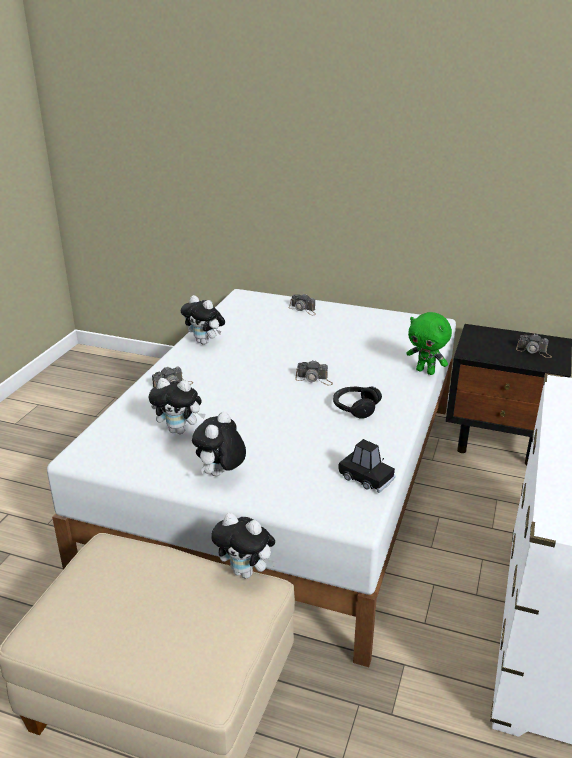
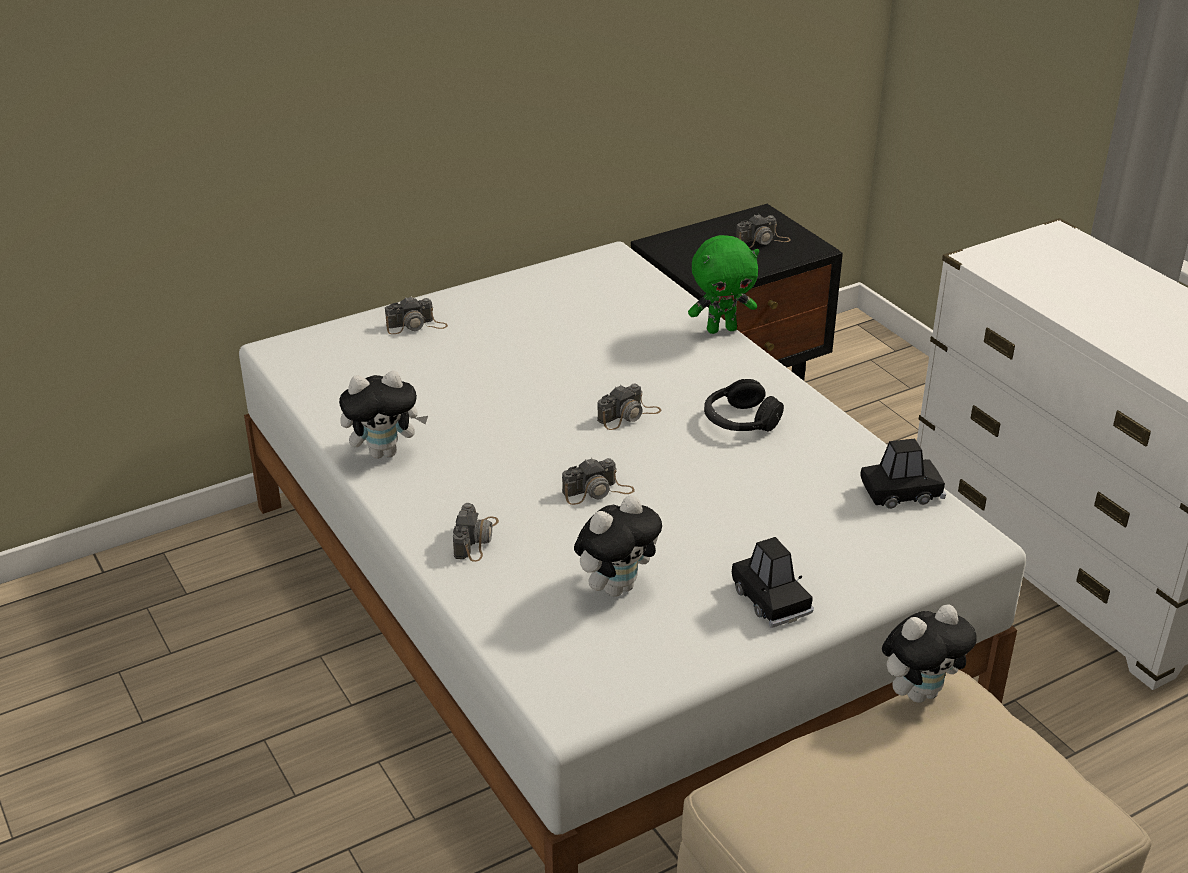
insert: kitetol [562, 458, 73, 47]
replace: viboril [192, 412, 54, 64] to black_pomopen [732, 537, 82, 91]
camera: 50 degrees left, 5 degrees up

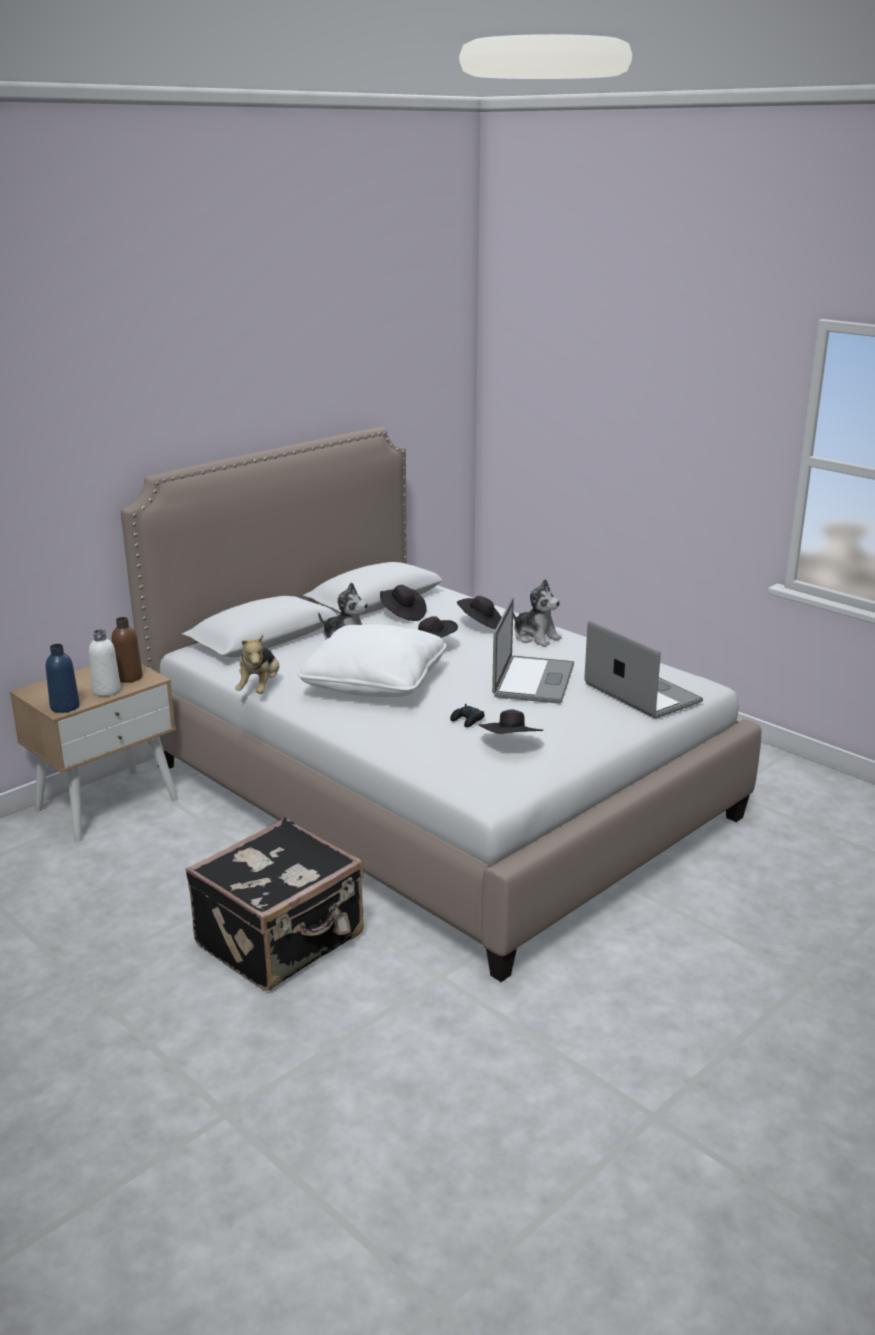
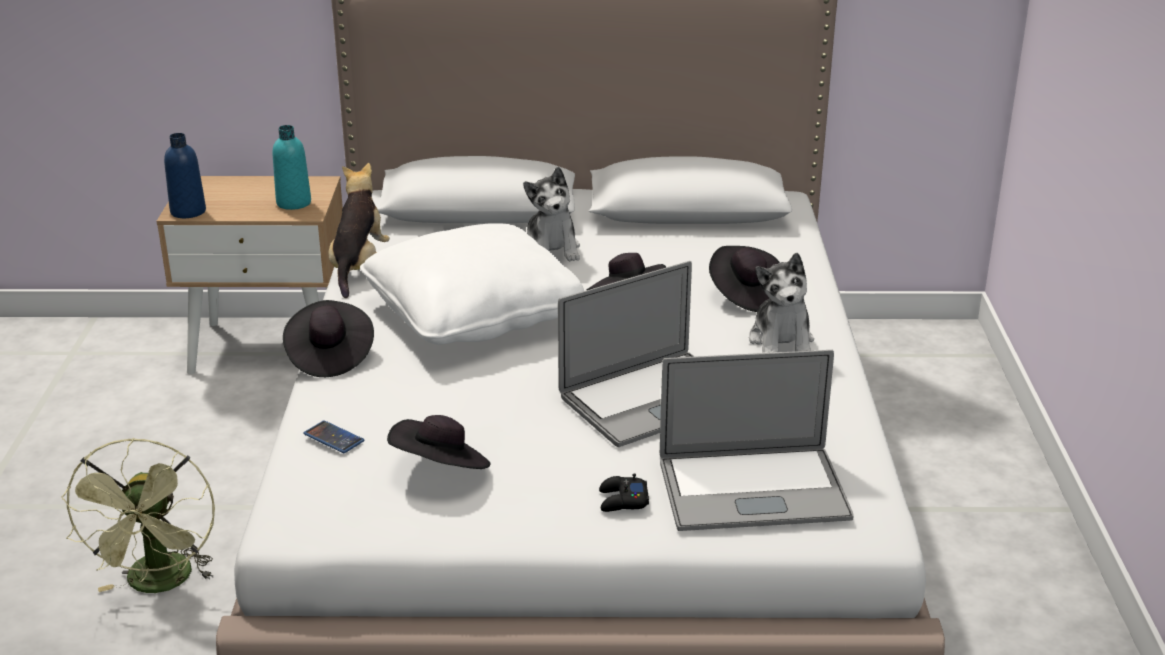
delete: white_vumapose [89, 629, 32, 67]
insert: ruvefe [304, 420, 60, 33]
move: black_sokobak [380, 585, 46, 36] to [283, 300, 91, 77]; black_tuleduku [450, 704, 35, 23] to [599, 473, 50, 39]
replace: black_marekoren [185, 818, 179, 173] to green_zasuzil [61, 438, 154, 155]
recolor: brown_vumapose [111, 617, 32, 66] to turquoise_vumapose [272, 125, 39, 85]
rotate: viboril [235, 635, 45, 59] = [329, 163, 61, 135] 135 degrees clockwise; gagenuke [584, 620, 119, 99] = [660, 350, 194, 181] 75 degrees clockwise
camera: 45 degrees right, 5 degrees up

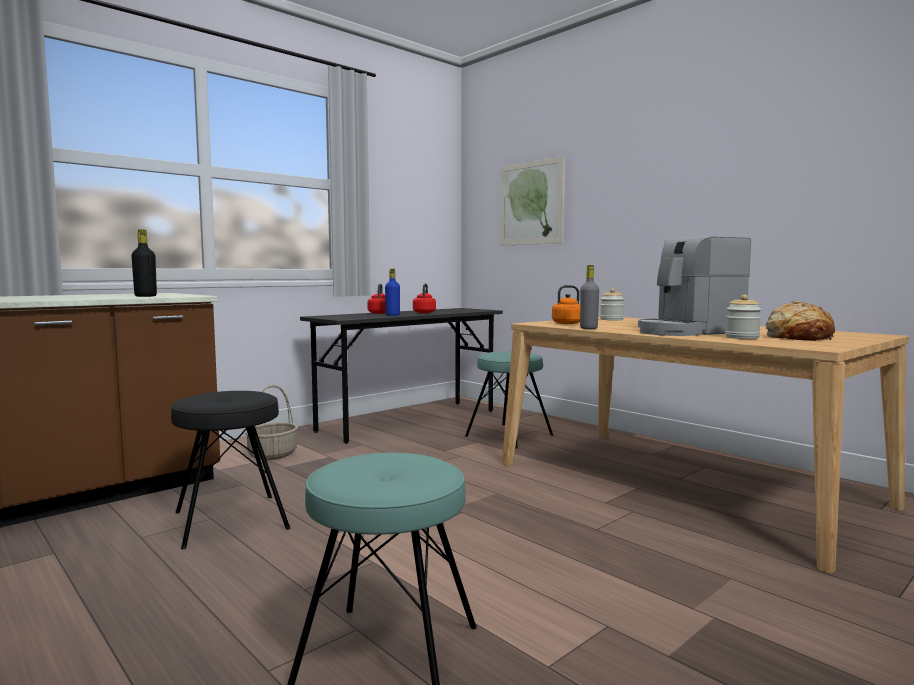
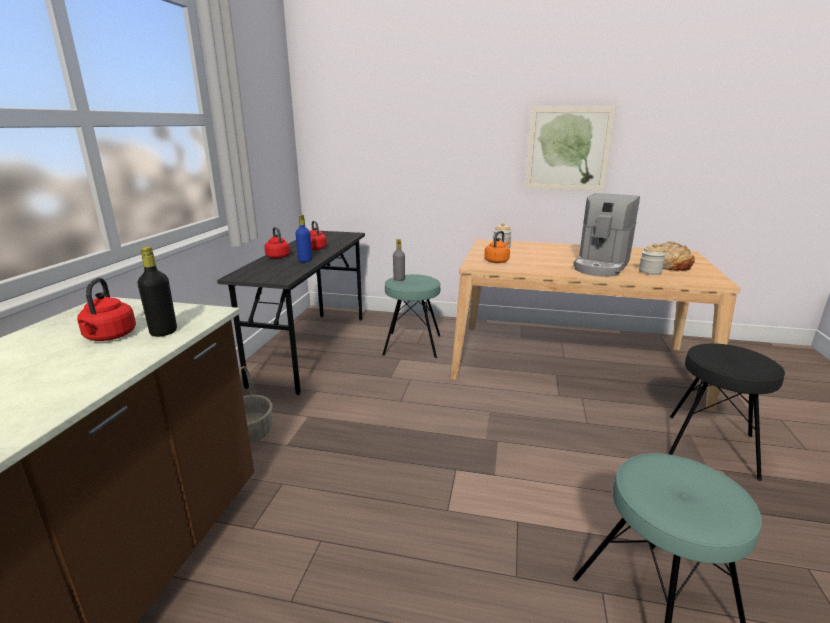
insert: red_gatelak [77, 278, 59, 63]
move: grey_vumapose [580, 265, 19, 64] to [393, 239, 12, 42]; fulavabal [500, 156, 65, 90] to [525, 106, 91, 85]; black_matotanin [171, 391, 119, 158] to [668, 343, 117, 138]
camera: 35 degrees left, 15 degrees up

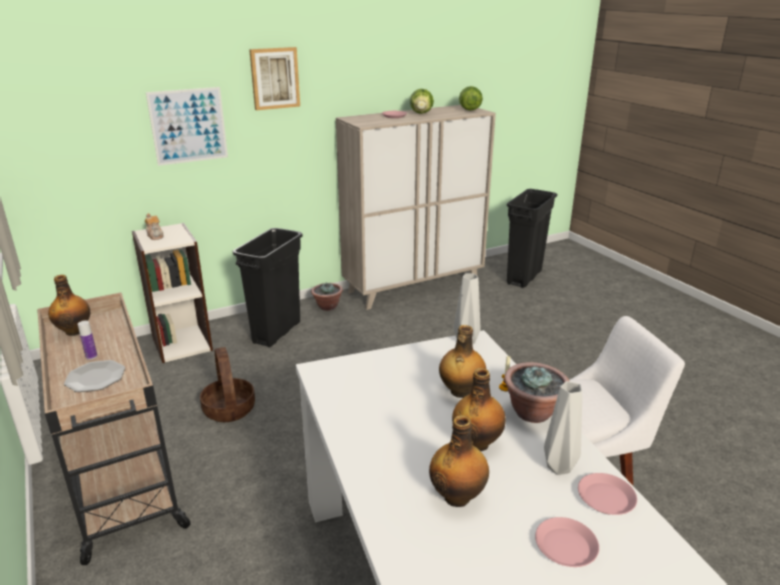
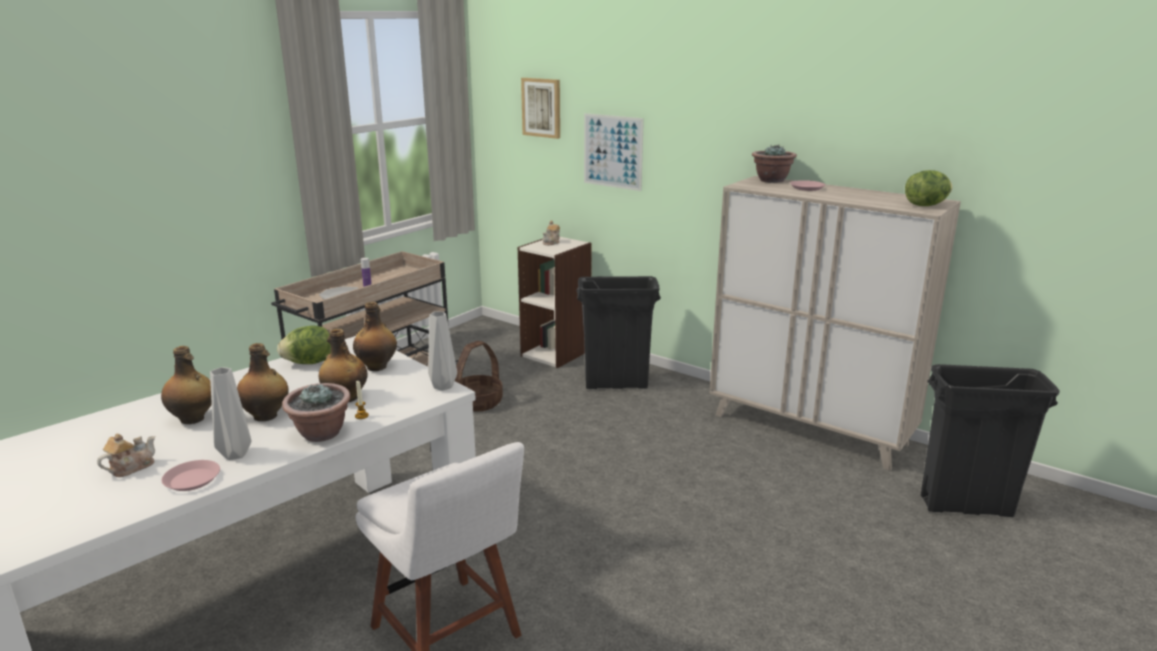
move: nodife [410, 89, 24, 25] to [277, 325, 54, 39]; vumapose [48, 275, 42, 61] to [353, 302, 44, 69]; fulavabal [249, 47, 51, 63] to [521, 78, 39, 61]; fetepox [311, 282, 32, 29] to [752, 144, 45, 39]
replace: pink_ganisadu [535, 517, 64, 50] to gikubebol [97, 434, 58, 43]
camera: 65 degrees right, 5 degrees down

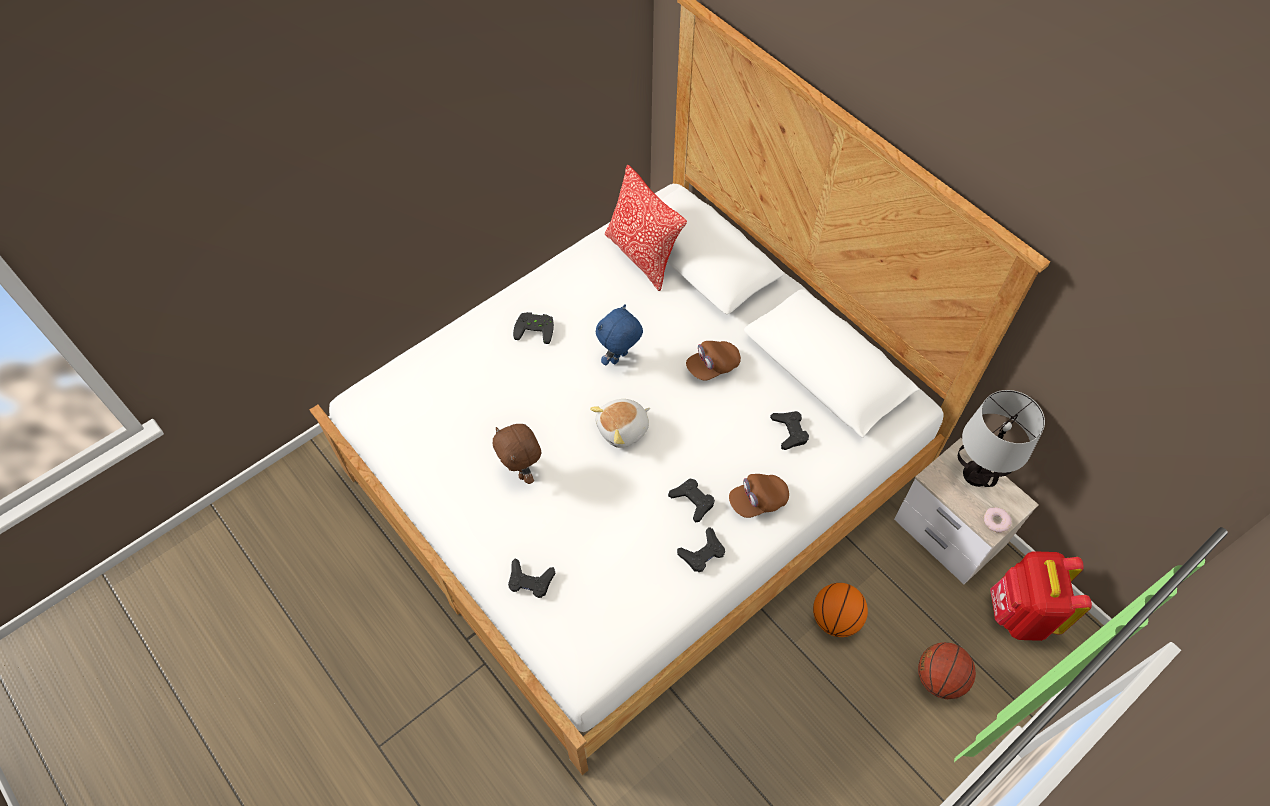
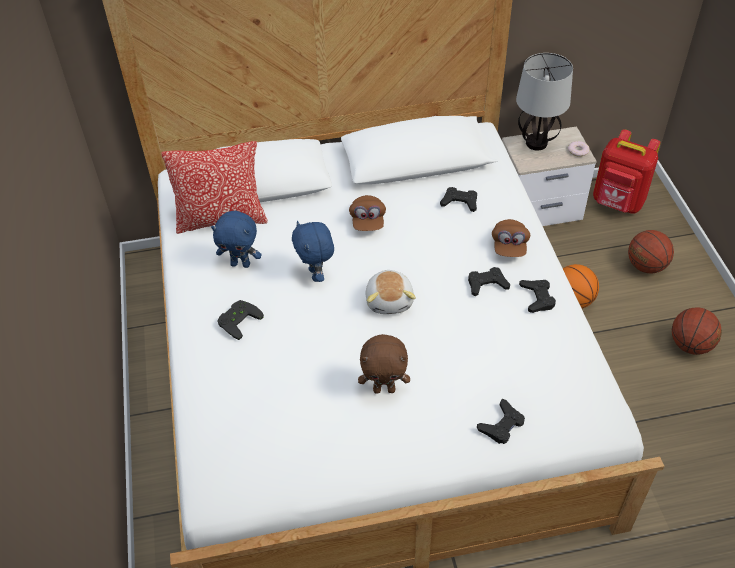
insert: blue_viboril [211, 211, 51, 57]; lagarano [672, 307, 50, 48]
camera: 60 degrees left, 10 degrees down

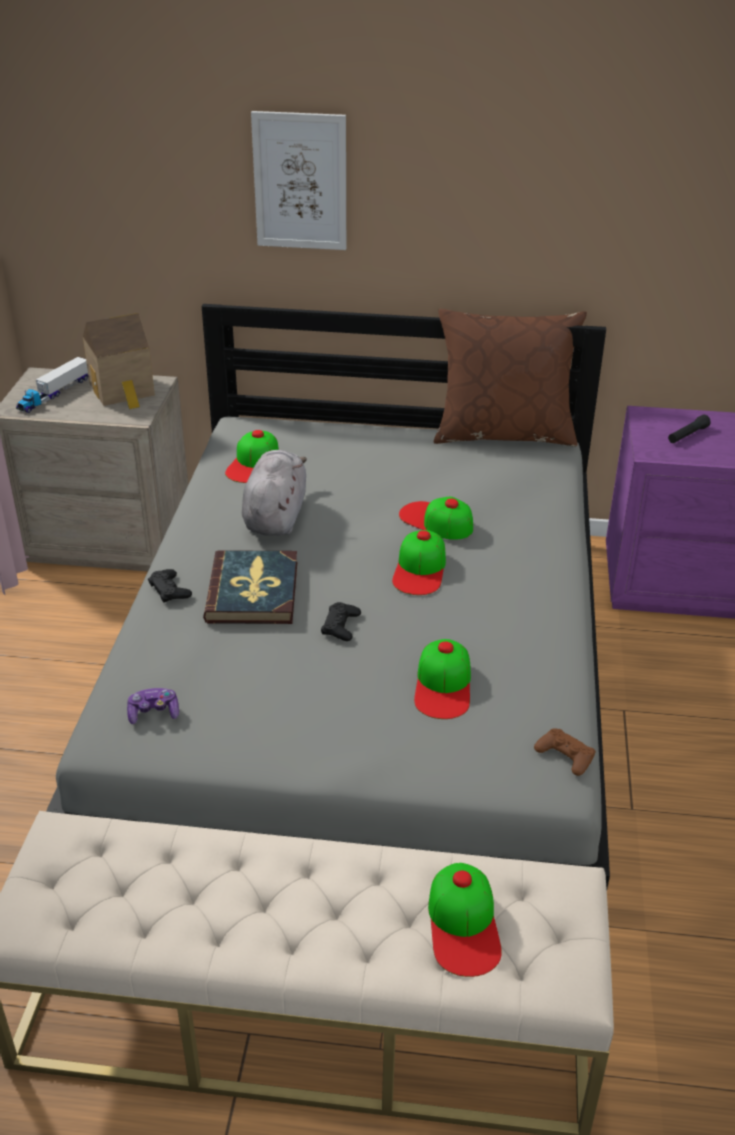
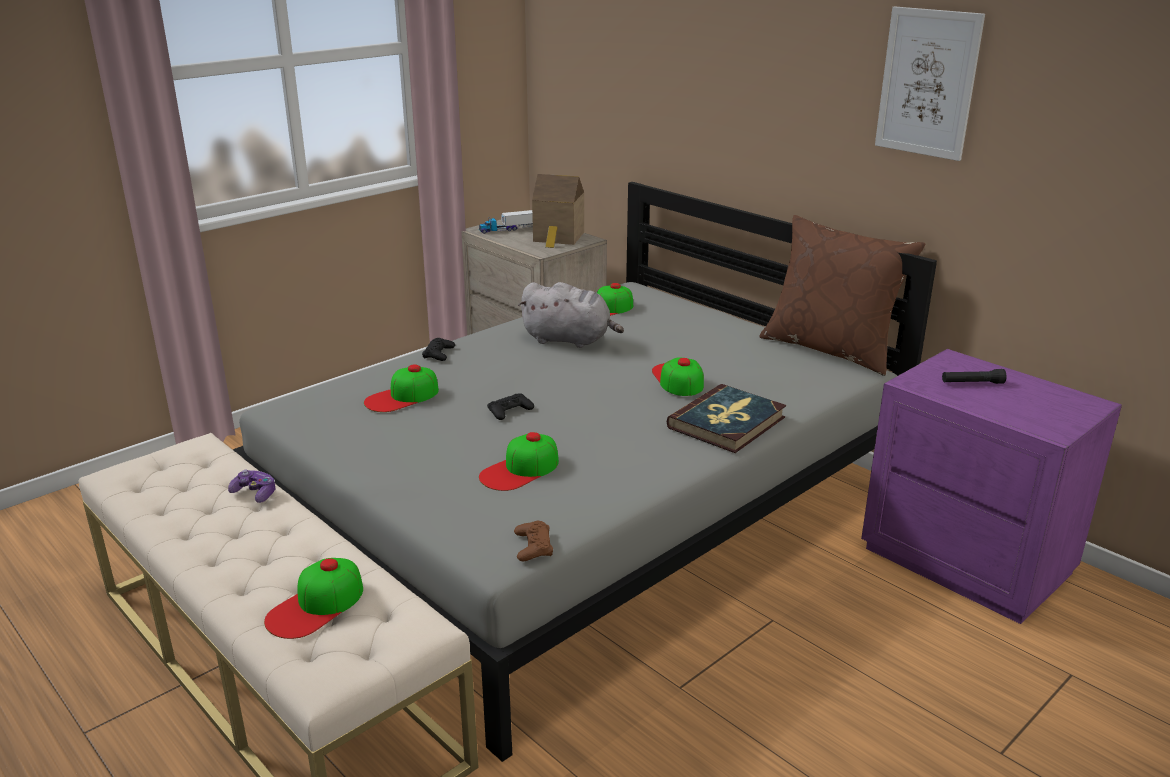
move: tuleduku [127, 688, 52, 36] to [228, 470, 47, 33]; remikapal [392, 530, 54, 65] to [364, 364, 75, 48]; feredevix [203, 550, 94, 74] to [667, 384, 119, 69]; fulavabal [251, 111, 95, 139] to [875, 6, 110, 155]
rotate: grey_viboril [242, 450, 65, 86] = [518, 282, 106, 66] 60 degrees clockwise
camera: 40 degrees right, 10 degrees down

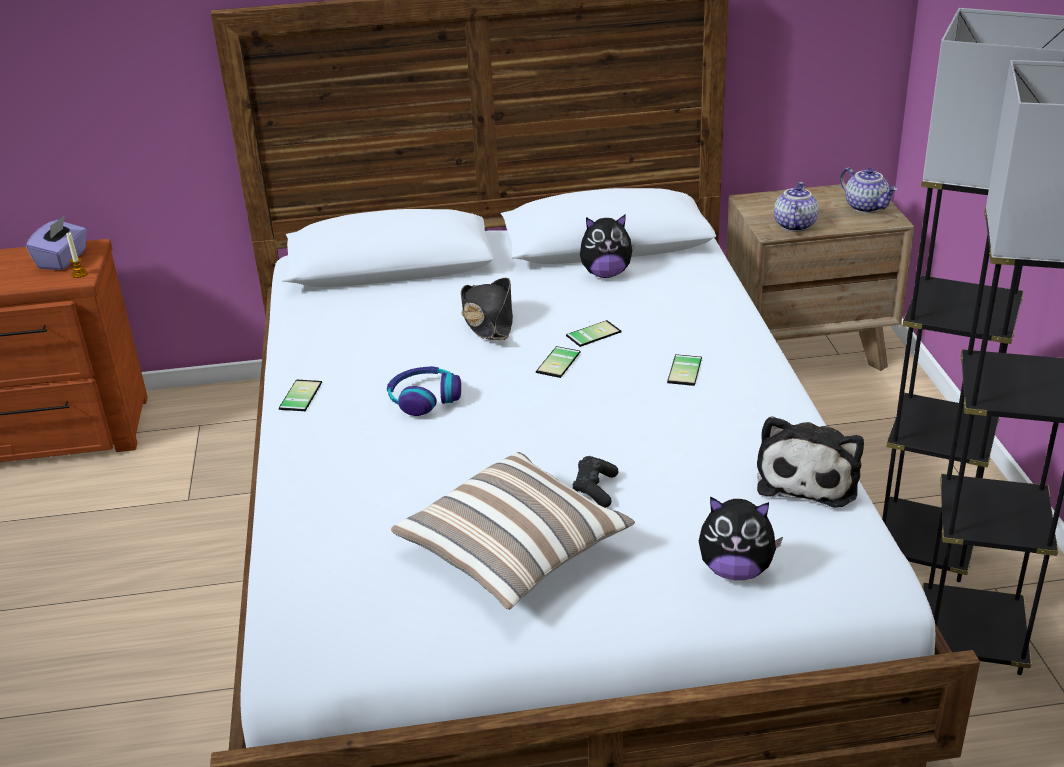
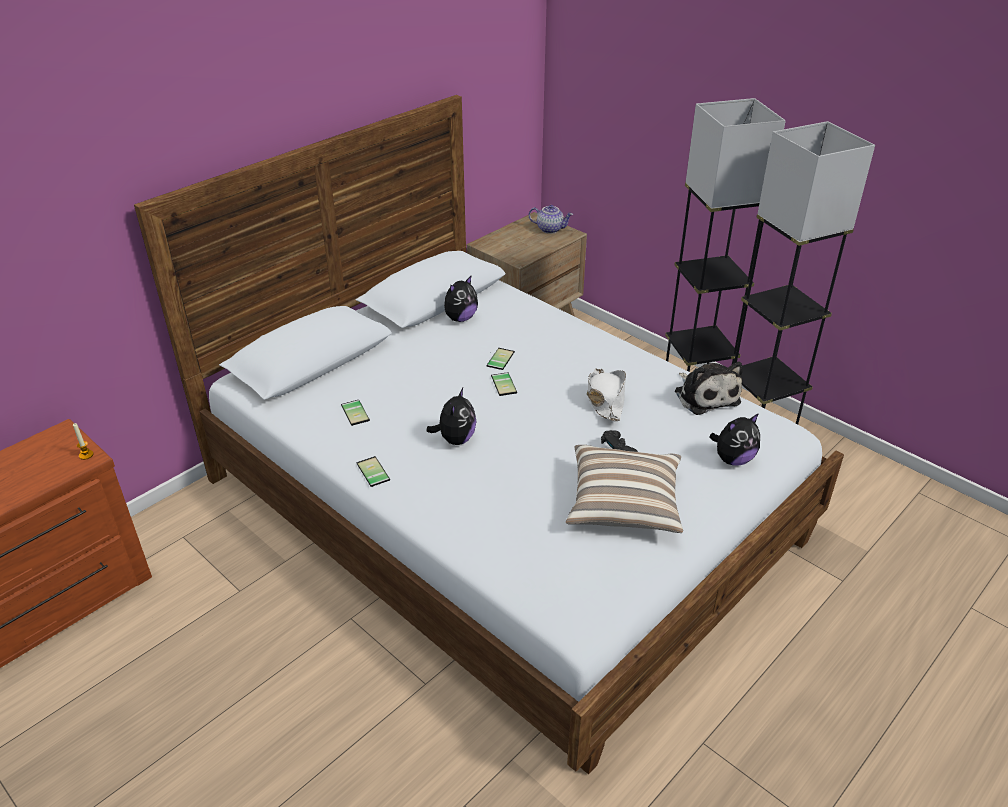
delete: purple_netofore [26, 216, 61, 54]; black_sokobak [461, 278, 52, 62]; gikubebol [774, 182, 44, 50]
insert: white_sokobak [587, 368, 39, 53]
move: ruvefe [667, 354, 35, 32] to [341, 400, 29, 26]
replace: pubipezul [387, 366, 74, 50] to viboril [426, 388, 50, 57]
camera: 40 degrees left, 5 degrees up

